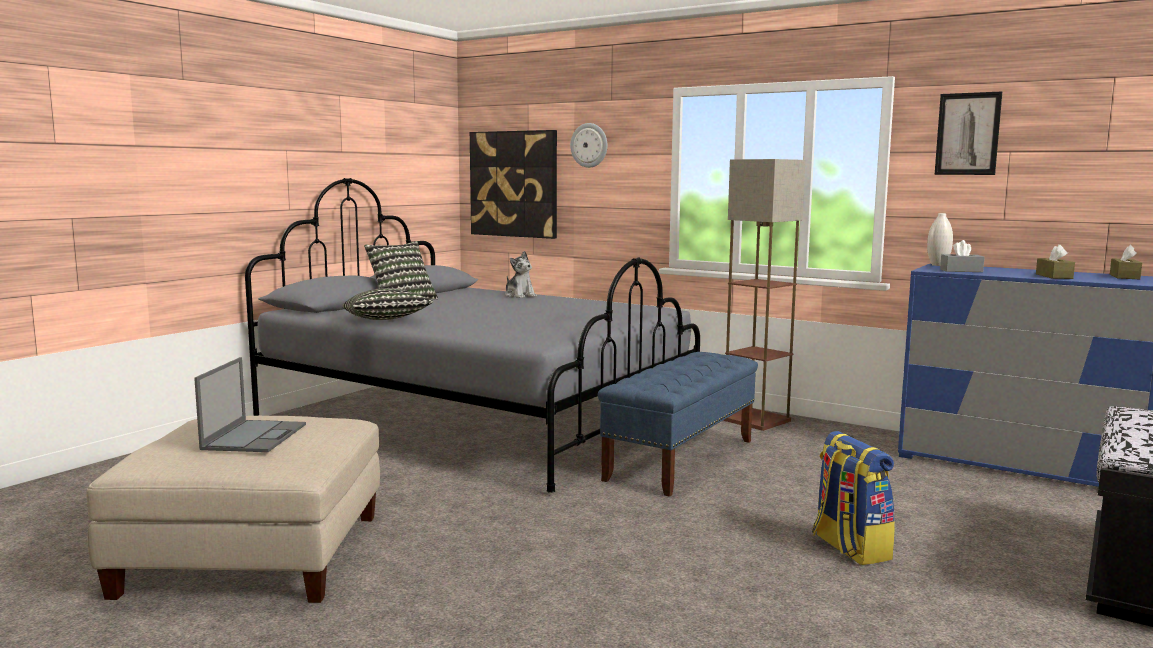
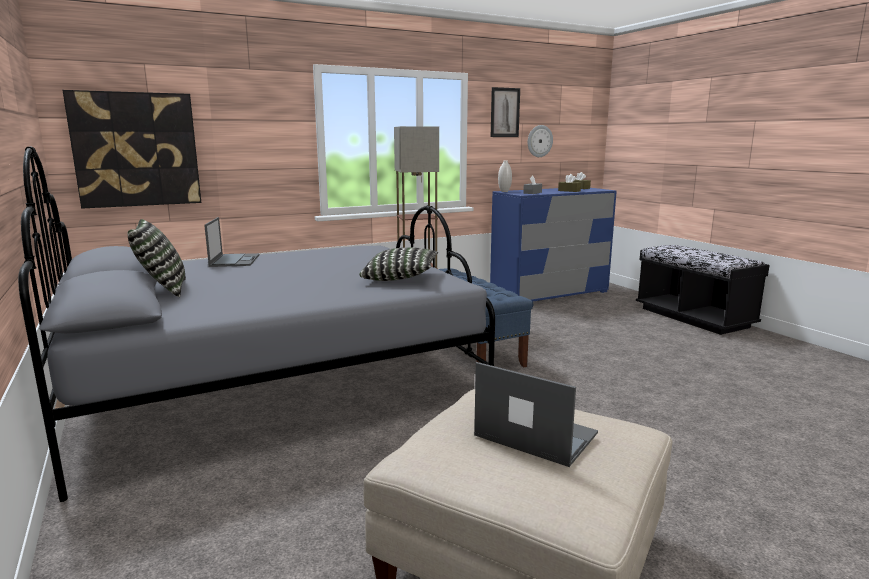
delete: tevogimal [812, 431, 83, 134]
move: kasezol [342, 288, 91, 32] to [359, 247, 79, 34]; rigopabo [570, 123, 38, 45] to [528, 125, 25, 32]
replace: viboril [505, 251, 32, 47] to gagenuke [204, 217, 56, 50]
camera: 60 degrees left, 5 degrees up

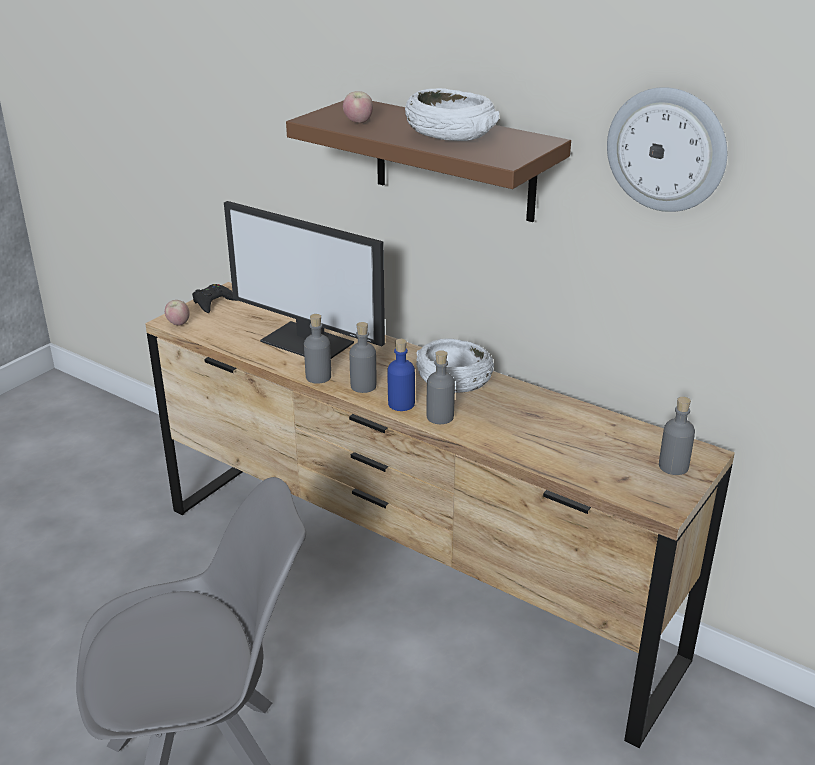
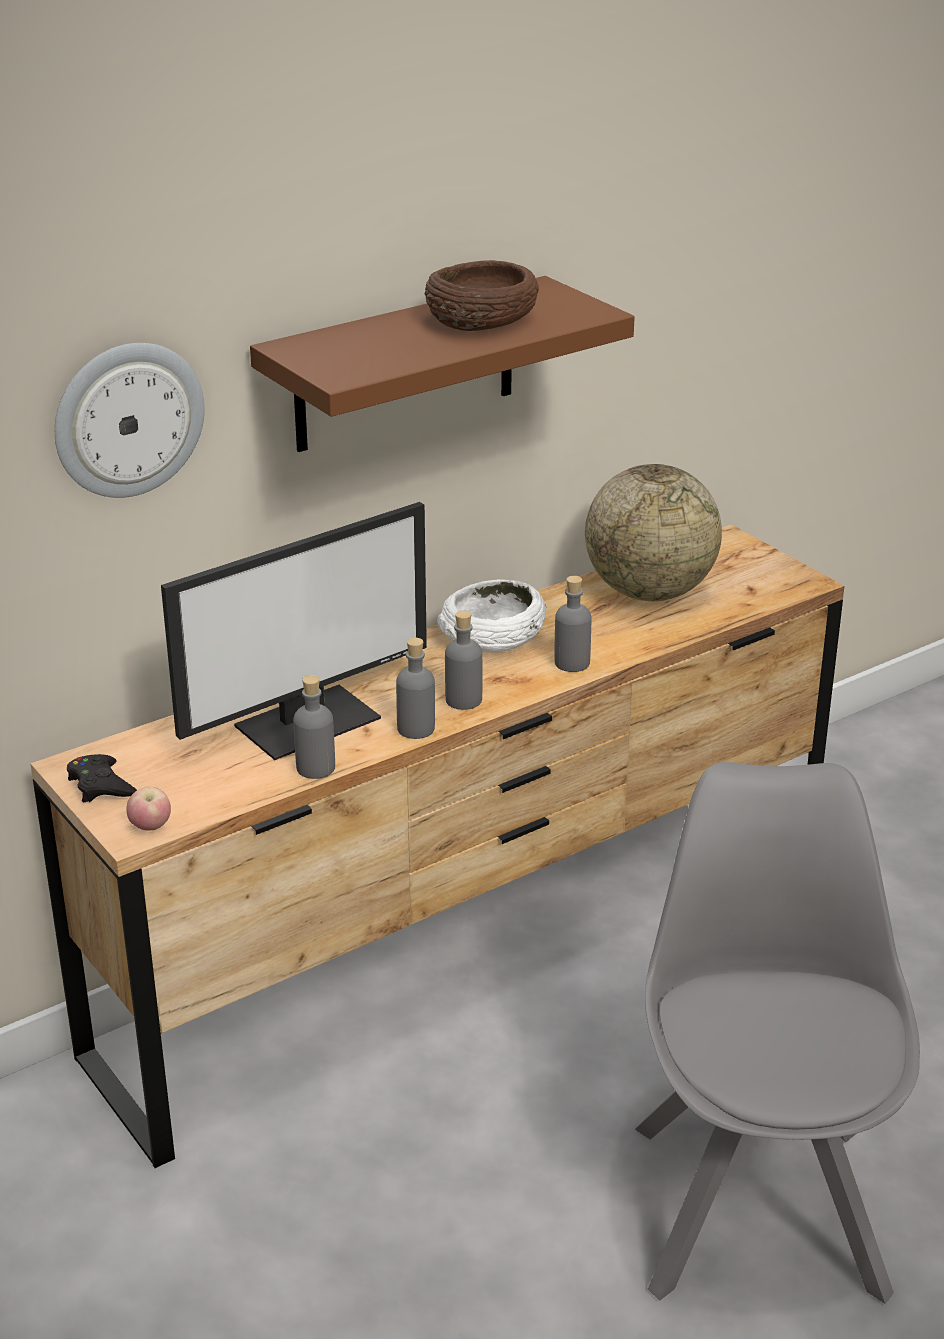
delete: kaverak [343, 91, 30, 32]; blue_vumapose [387, 339, 28, 72]
insert: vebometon [585, 464, 137, 137]
move: rigopabo [607, 87, 120, 125] to [54, 343, 151, 155]; grey_vumapose [659, 397, 36, 78] to [293, 675, 42, 104]
recolor: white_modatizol [405, 88, 94, 53] to brown_modatizol [425, 260, 114, 71]
camera: 70 degrees left, 0 degrees up

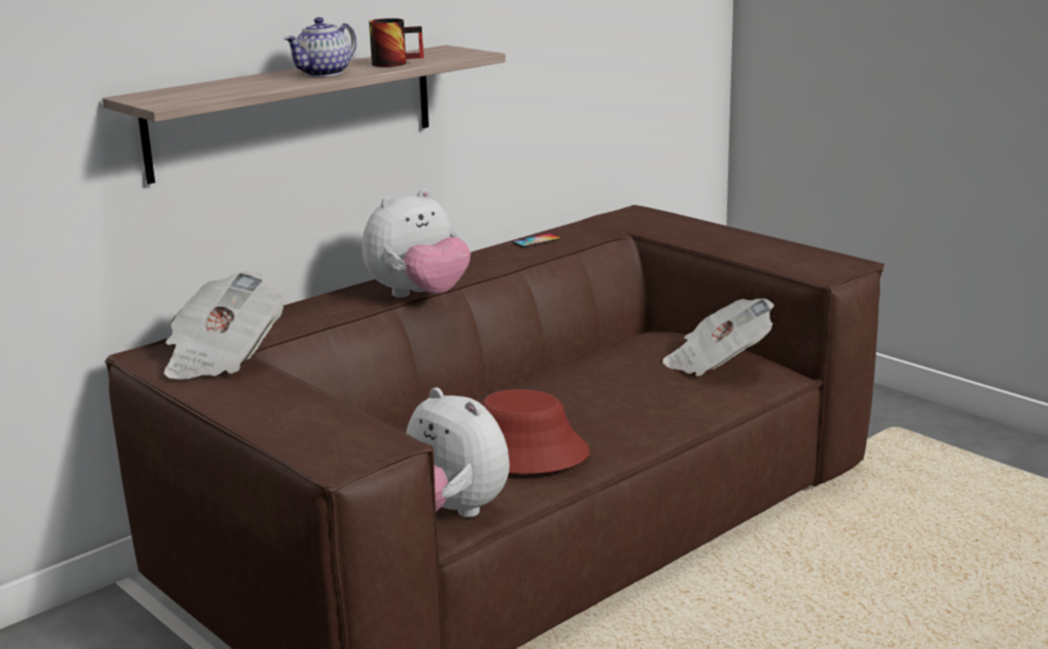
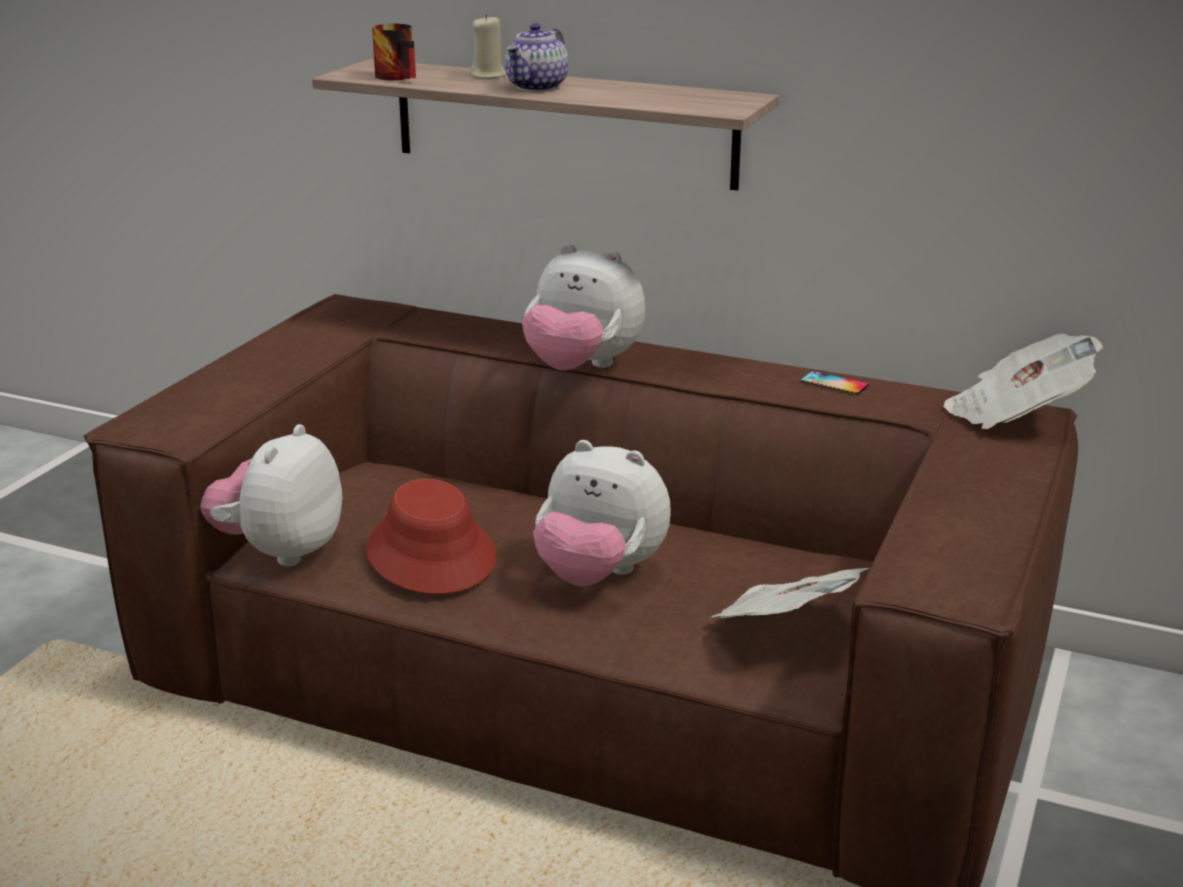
insert: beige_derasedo [470, 14, 37, 65]; viboril [533, 440, 138, 146]
move: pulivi [369, 18, 55, 49] to [372, 24, 44, 56]; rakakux [164, 271, 120, 109] to [943, 333, 160, 96]
rotate: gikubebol [284, 17, 73, 60] = [505, 23, 63, 68] 75 degrees counterclockwise
camera: 65 degrees right, 5 degrees up

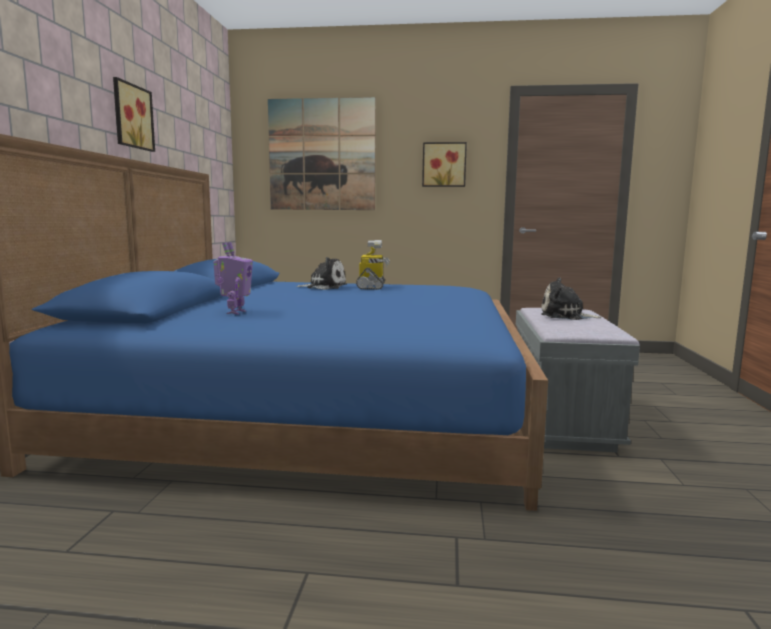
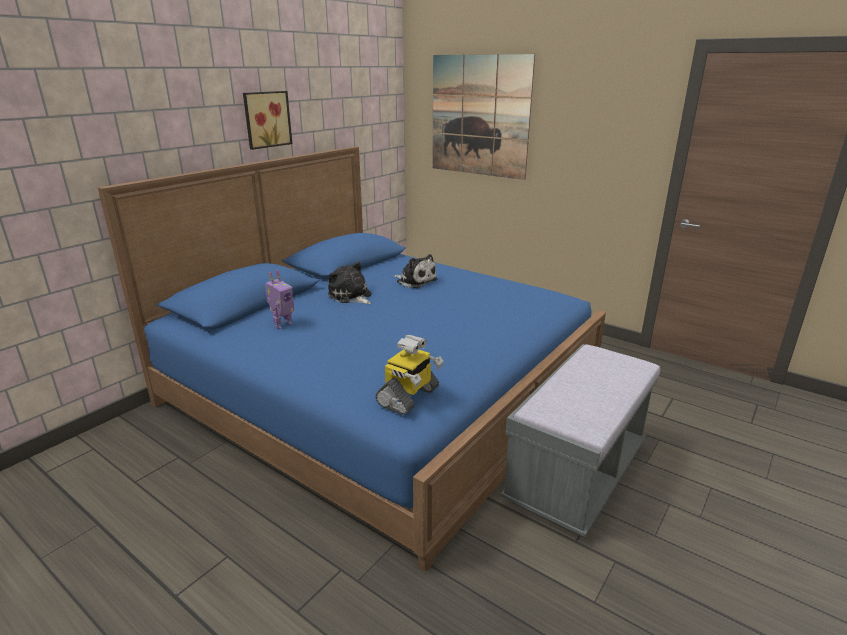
delete: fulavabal [422, 142, 45, 45]
move: viboril [541, 278, 61, 42] to [328, 262, 44, 42]; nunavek [356, 240, 34, 50] to [375, 335, 69, 80]
camera: 30 degrees right, 15 degrees up

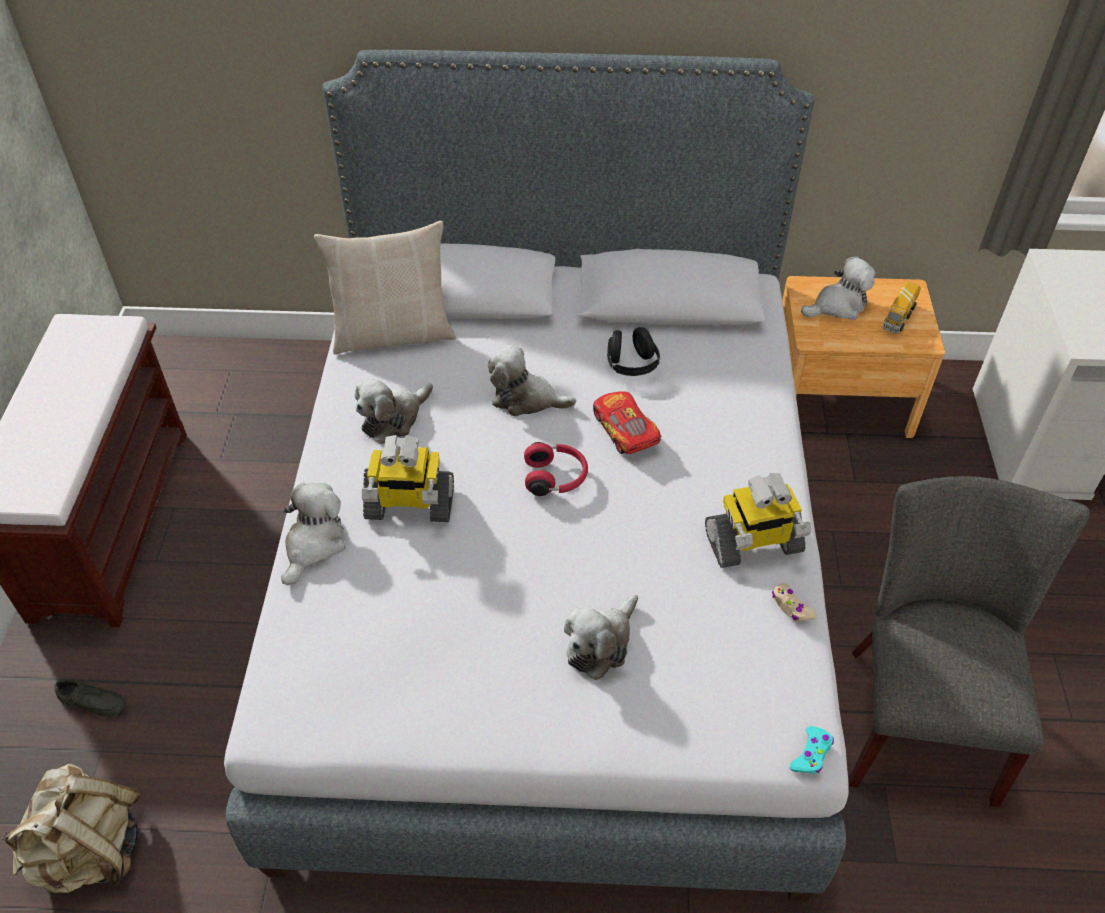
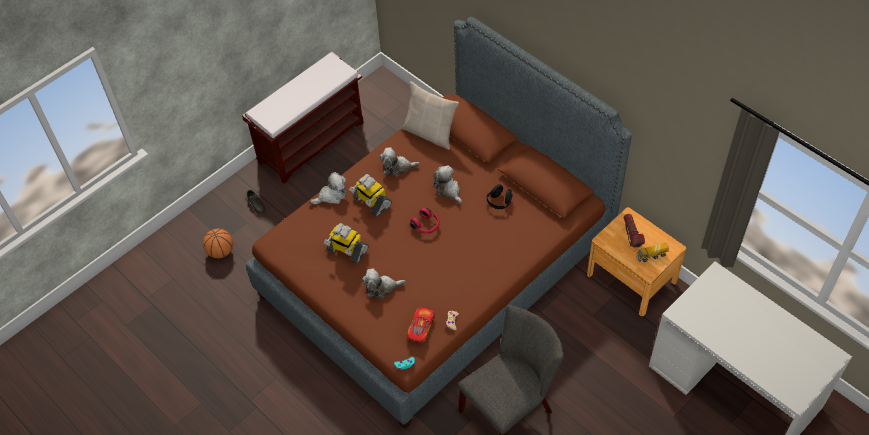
move: nunavek [705, 473, 106, 95] to [324, 223, 45, 41]; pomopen [593, 391, 68, 63] to [407, 308, 28, 35]
replace: beige_tevogimal [1, 764, 139, 129] to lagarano [203, 229, 30, 30]; viboril [801, 257, 74, 63] to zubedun [624, 214, 21, 34]
recolor: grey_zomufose [224, 50, 625, 851] to brown_zomufose [246, 17, 386, 412]
camera: 45 degrees right, 5 degrees up

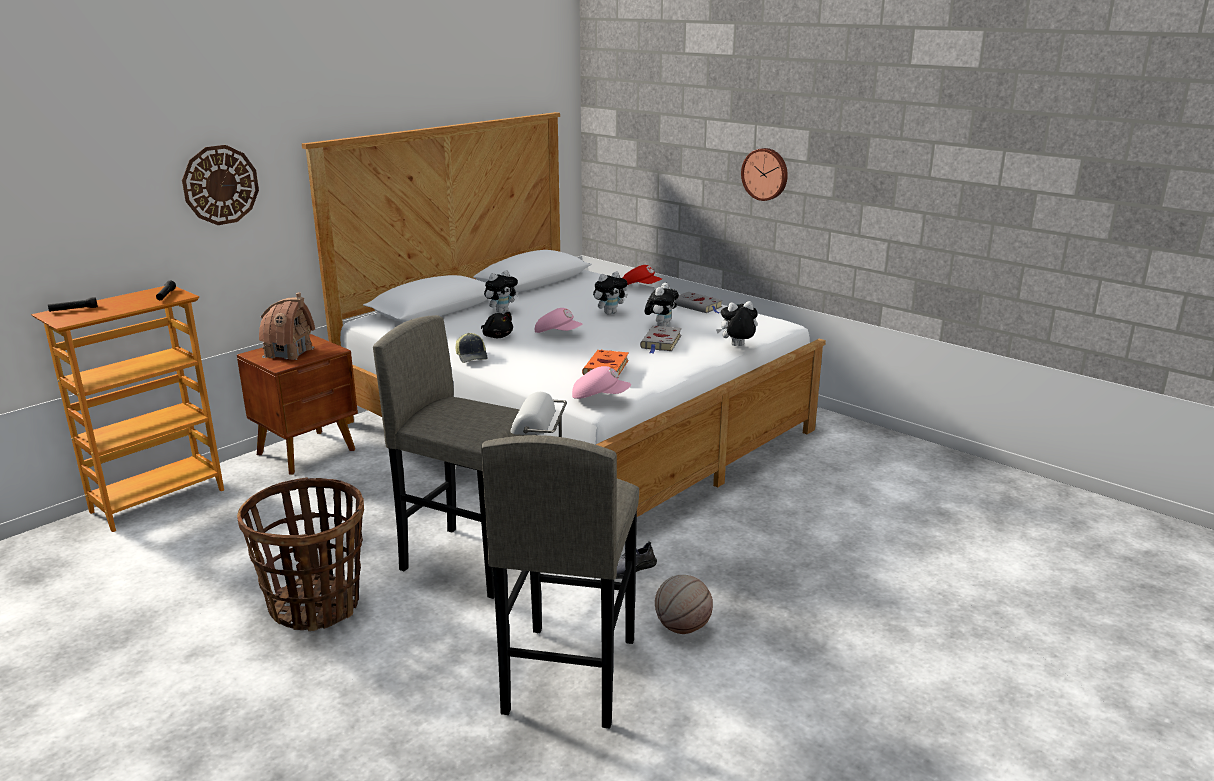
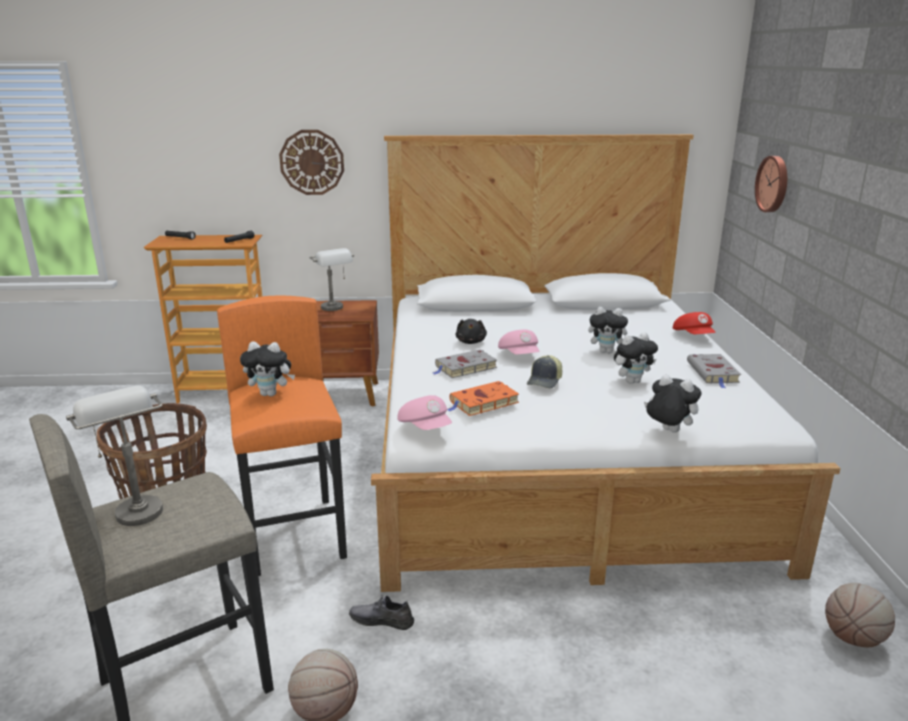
insert: lagarano [825, 583, 70, 64]
move: viboril [484, 270, 34, 43] to [240, 341, 55, 55]; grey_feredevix [640, 325, 42, 29] to [433, 349, 64, 29]; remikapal [456, 333, 31, 30] to [527, 355, 35, 33]; rigopabo [741, 148, 47, 53] to [755, 156, 32, 56]
replace: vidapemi [259, 292, 56, 68] to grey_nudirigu [310, 248, 44, 63]
recolor: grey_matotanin [373, 315, 153, 284] to orange_matotanin [217, 295, 130, 281]
camera: 45 degrees right, 0 degrees up

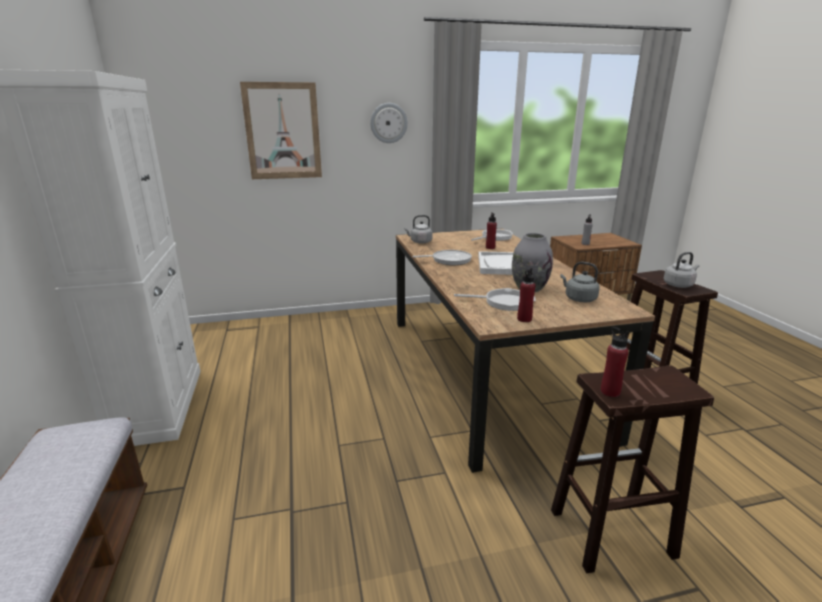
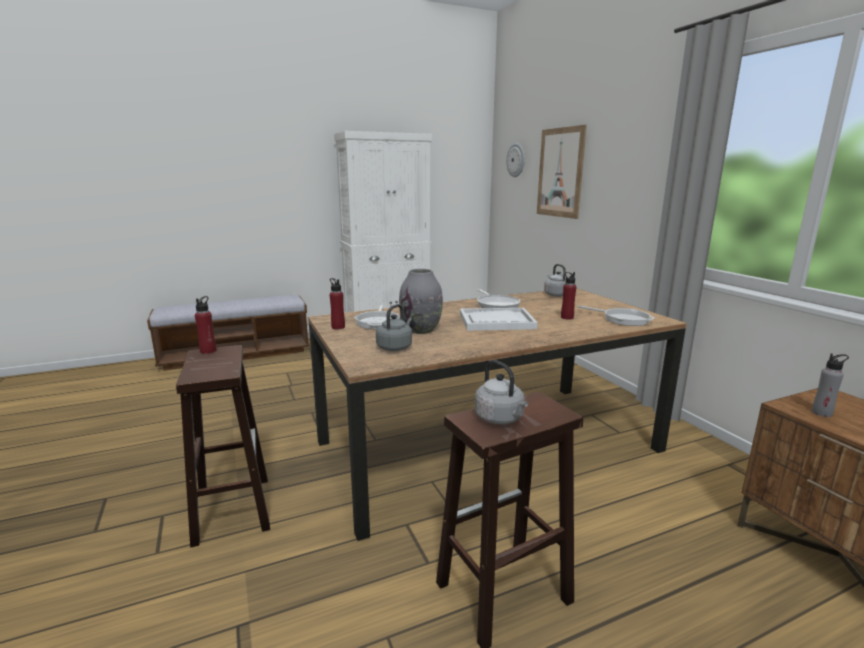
move: rigopabo [370, 103, 38, 40] to [506, 143, 19, 34]
camera: 80 degrees right, 5 degrees down

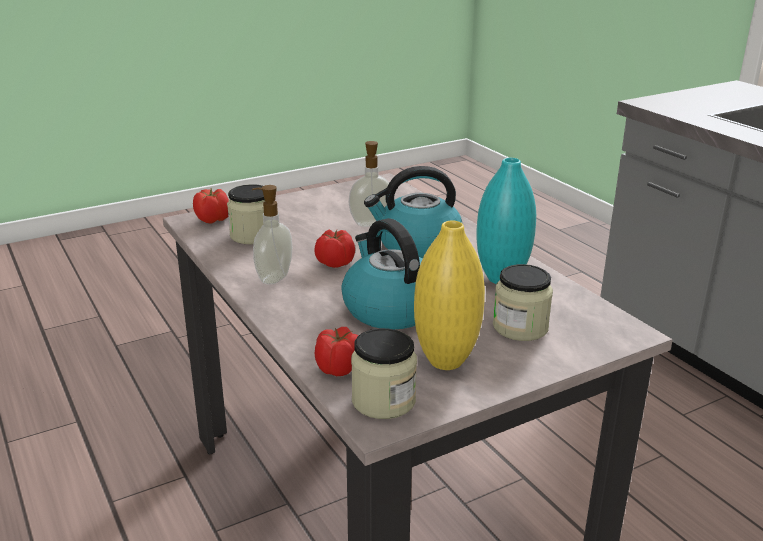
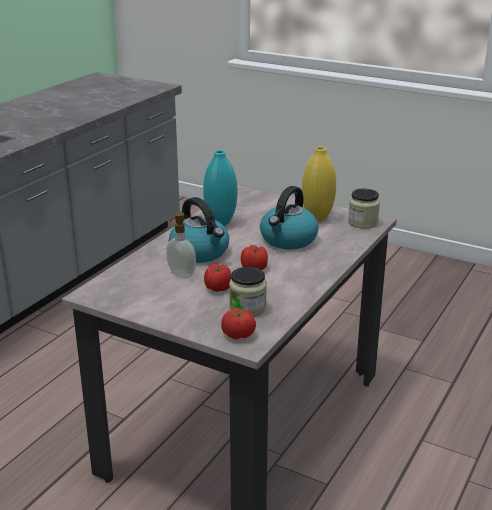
delete: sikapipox [252, 185, 40, 100]; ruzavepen [493, 264, 60, 77]
move: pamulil [314, 327, 44, 49] to [204, 264, 27, 28]
camera: 120 degrees left, 0 degrees up

